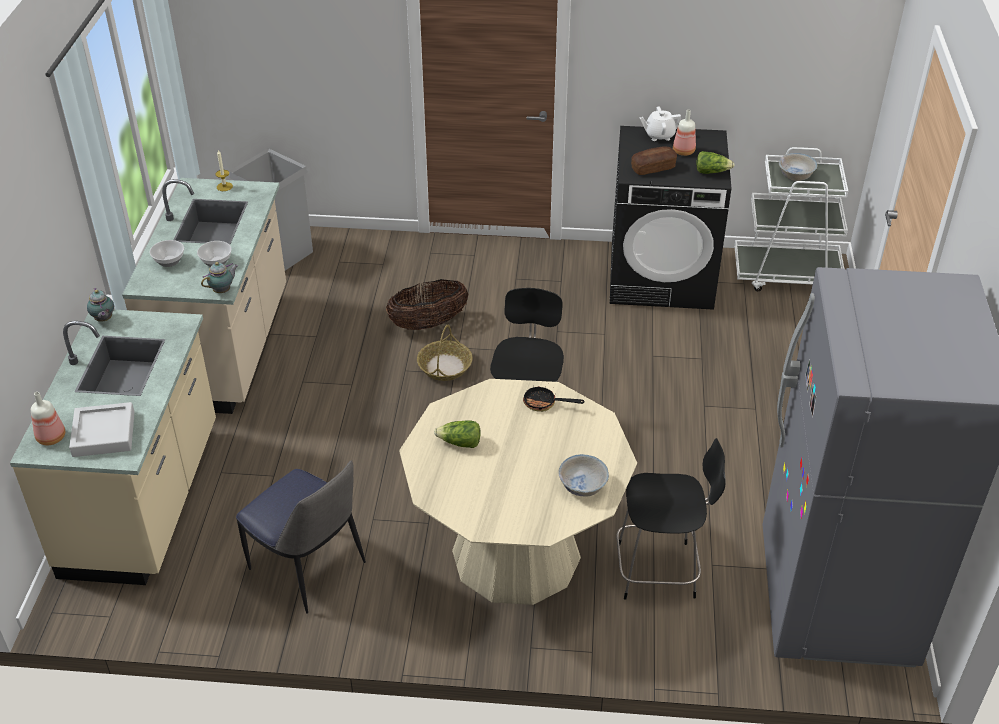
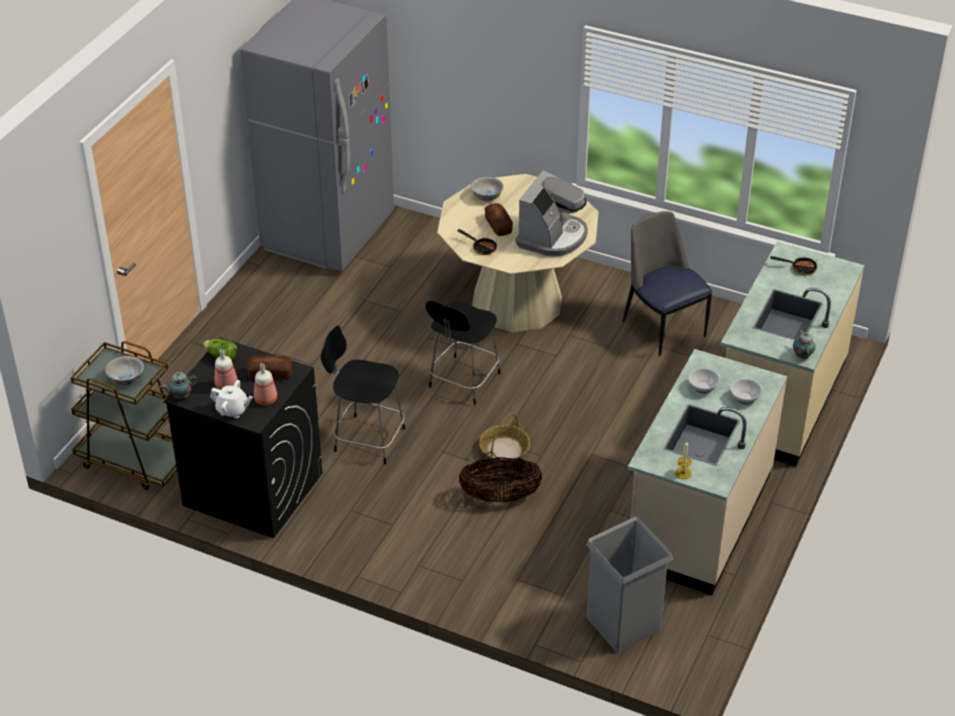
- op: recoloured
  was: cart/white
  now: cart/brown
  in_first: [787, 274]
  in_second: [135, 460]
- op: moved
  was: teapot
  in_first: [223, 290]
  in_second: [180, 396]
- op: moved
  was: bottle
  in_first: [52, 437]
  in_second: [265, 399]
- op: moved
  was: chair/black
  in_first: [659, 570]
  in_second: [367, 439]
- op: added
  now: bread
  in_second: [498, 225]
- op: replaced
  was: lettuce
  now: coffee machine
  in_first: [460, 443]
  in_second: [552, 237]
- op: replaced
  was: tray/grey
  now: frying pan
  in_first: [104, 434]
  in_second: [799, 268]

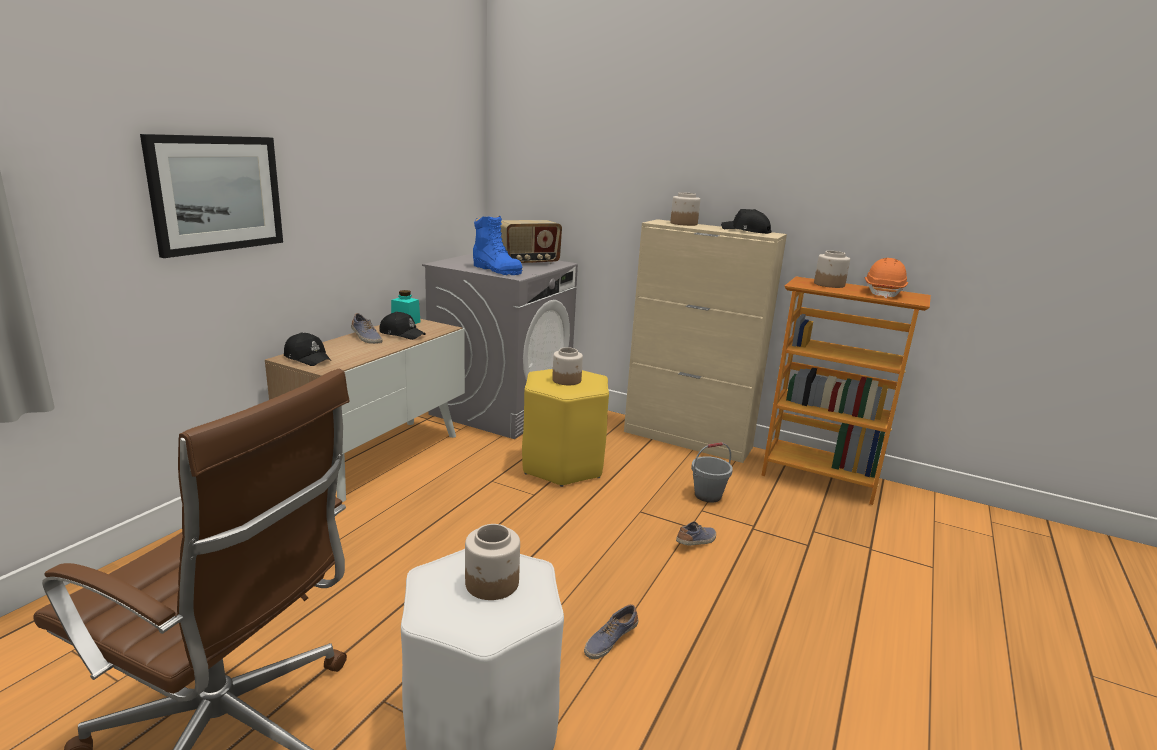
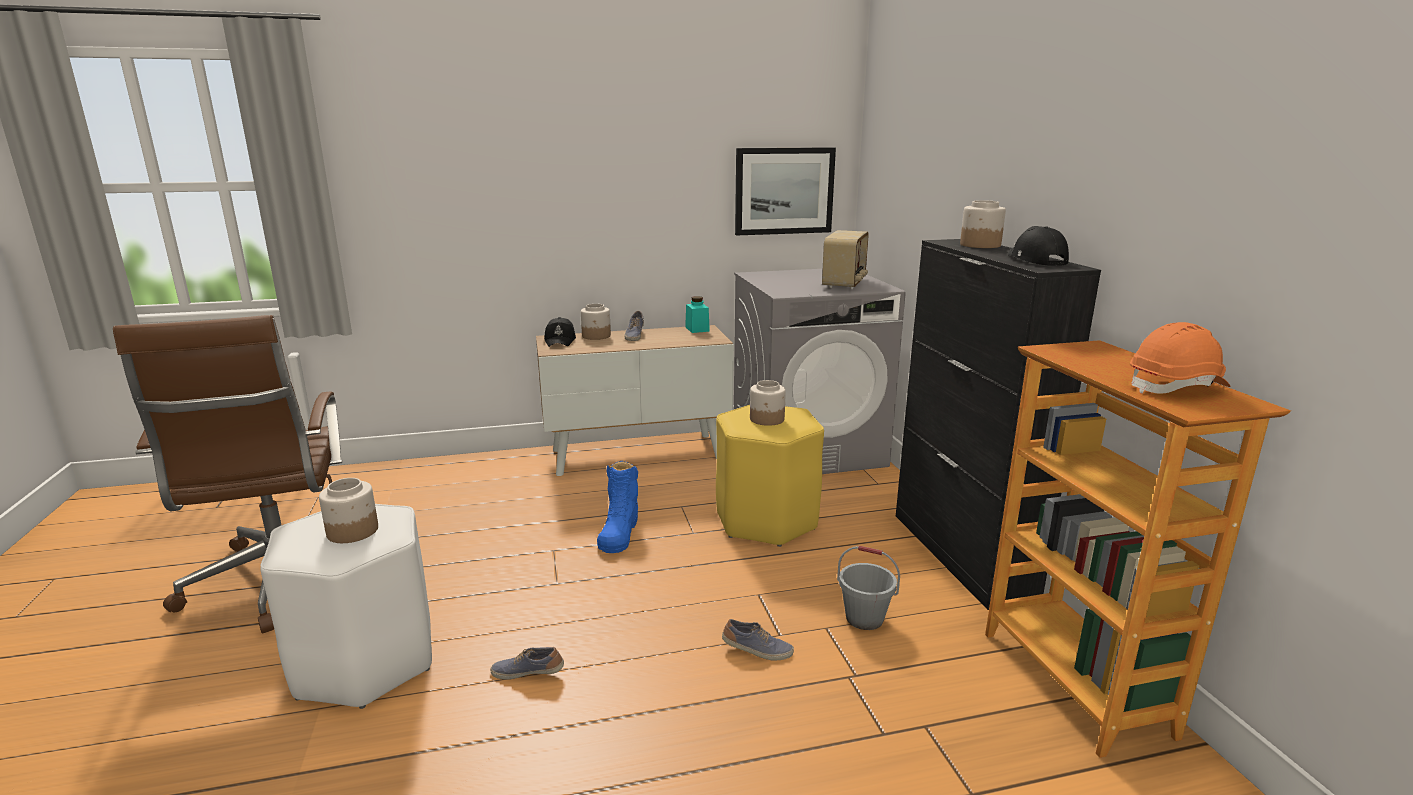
- op: moved
  was: jar
  in_first: [829, 284]
  in_second: [596, 336]
- op: moved
  was: boot/blue
  in_first: [496, 270]
  in_second: [619, 532]
- op: moved
  was: picture
  in_first: [217, 193]
  in_second: [784, 191]
- op: turned
  was: radio
  in_first: [528, 263]
  in_second: [845, 283]
  clockwise: -90
- op: recoloured
  was: cabinet/beige
  now: cabinet/black
  in_first: [688, 440]
  in_second: [961, 555]
- op: removed
  was: cap/black
  in_first: [402, 334]

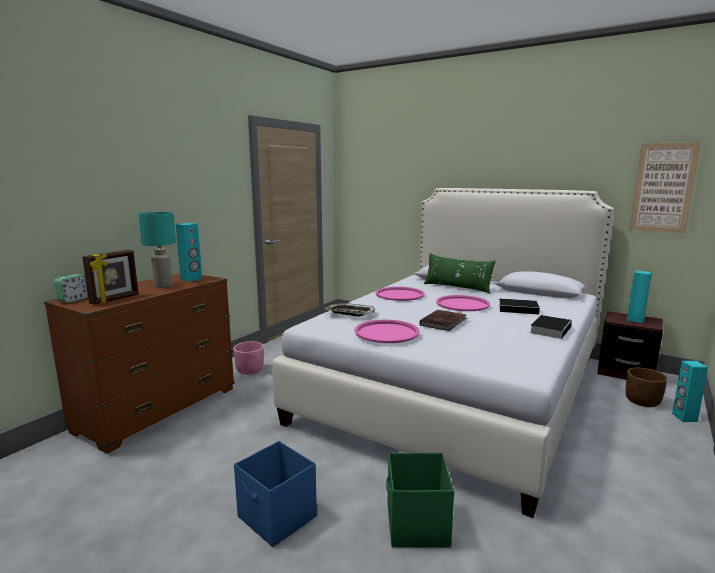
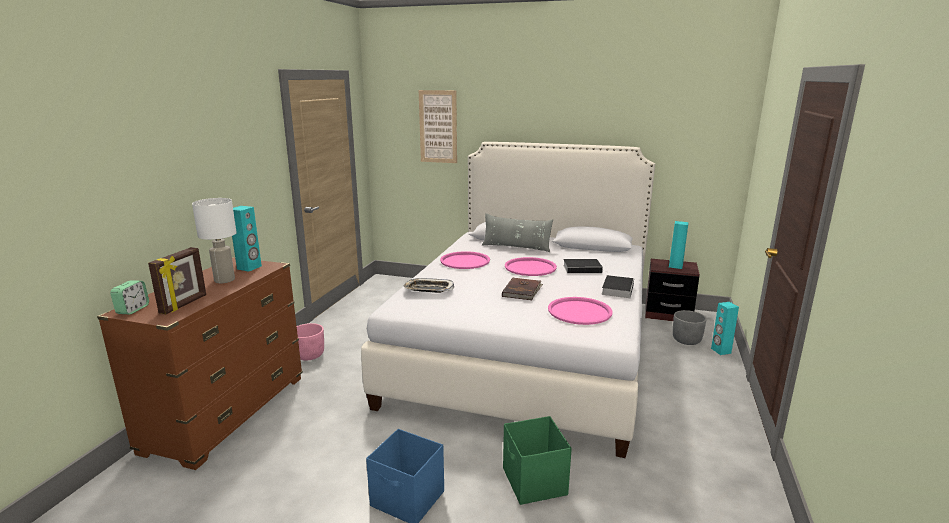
- op: recoloured
  was: table lamp/turquoise
  now: table lamp/white
  in_first: [163, 286]
  in_second: [224, 280]
- op: moved
  was: picture
  in_first: [663, 188]
  in_second: [438, 127]
- op: recoloured
  was: pillow/green
  now: pillow/grey
  in_first: [457, 287]
  in_second: [516, 247]
- op: moved
  was: tray/pink
  in_first: [387, 332]
  in_second: [579, 311]
- op: recoloured
  was: planter/brown
  now: planter/grey
  in_first: [642, 401]
  in_second: [686, 340]

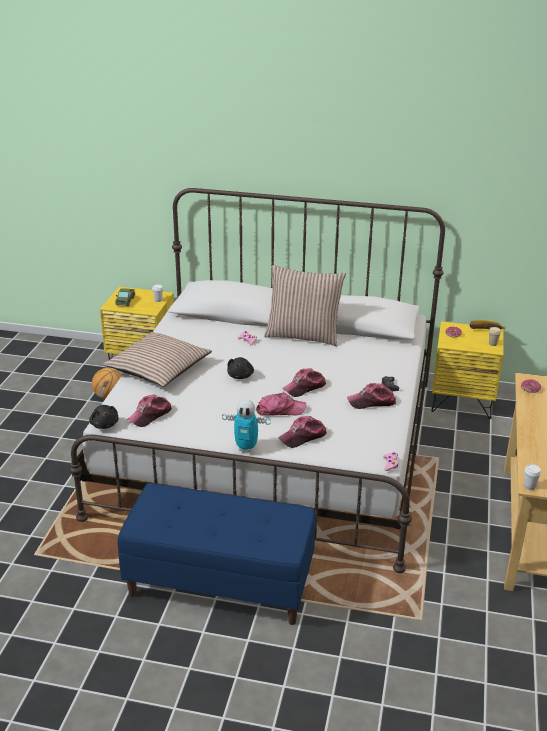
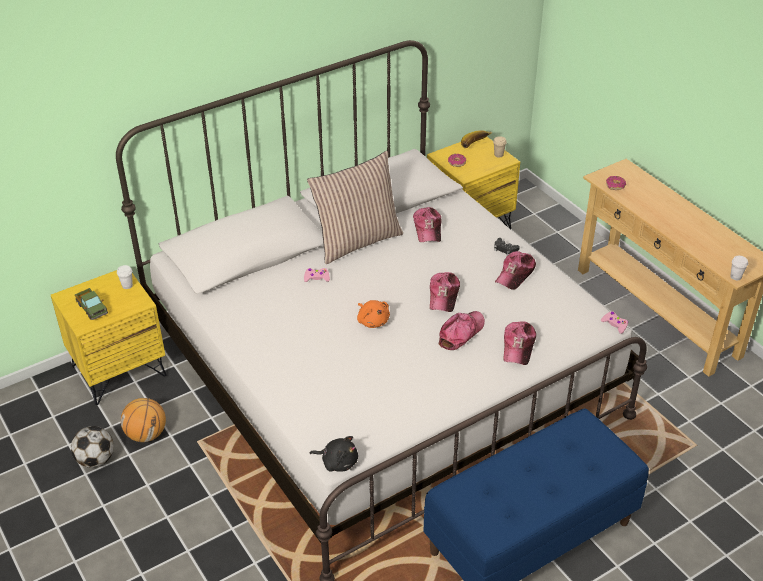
- op: added
  now: football
  in_second: [96, 460]
- op: recoloured
  was: plush toy/black
  now: plush toy/orange
  in_first: [241, 376]
  in_second: [372, 321]
- op: moved
  was: cap
  in_first: [150, 415]
  in_second: [428, 229]
- op: removed
  was: pillow
  in_first: [158, 368]
- op: removed
  was: toy robot
  in_first: [246, 447]

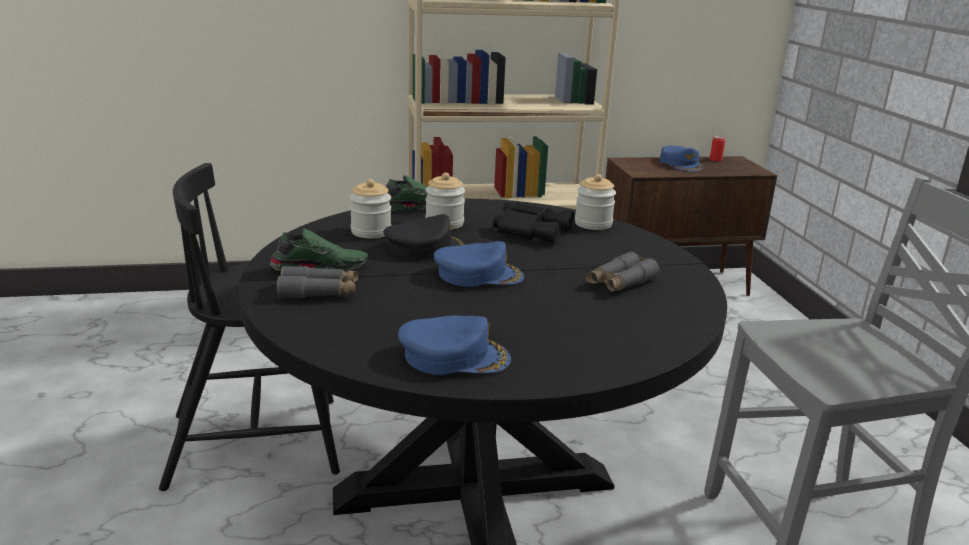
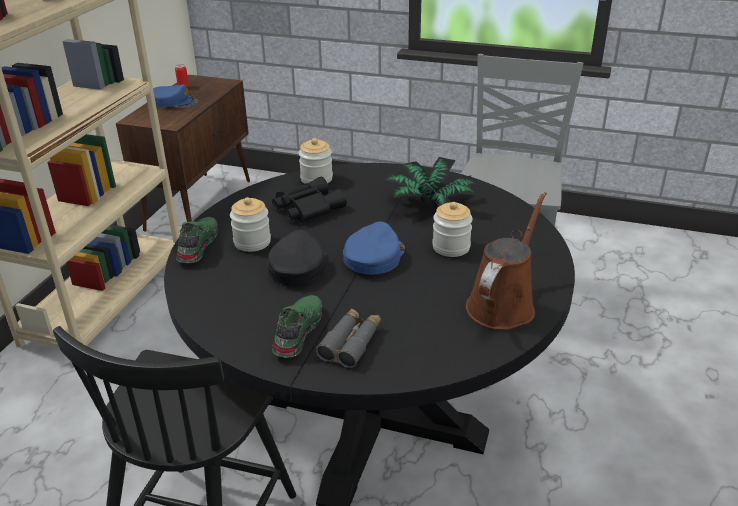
- op: replaced
  was: binoculars/grey
  now: potted plant
  in_first: [620, 282]
  in_second: [429, 205]
- op: moved
  was: jar
  in_first: [371, 232]
  in_second: [451, 247]
- op: replaced
  was: cap/blue
  now: watering can/brown
  in_first: [454, 356]
  in_second: [503, 304]

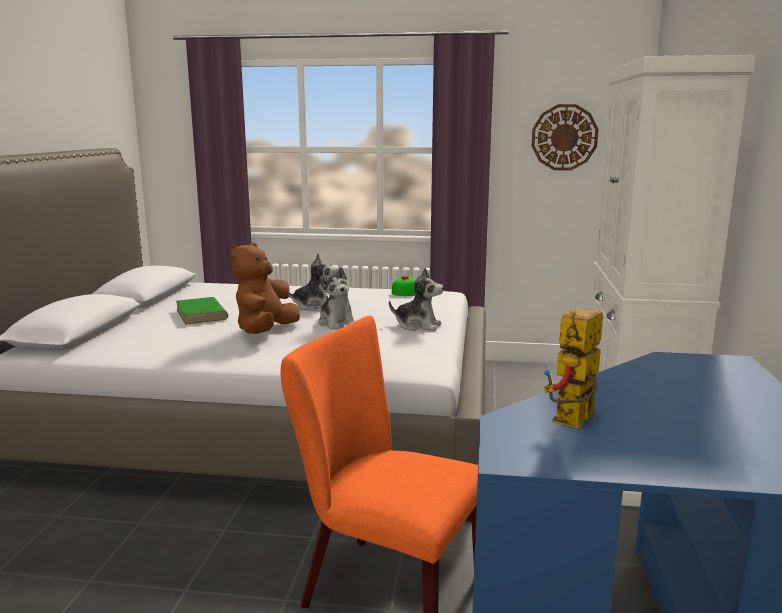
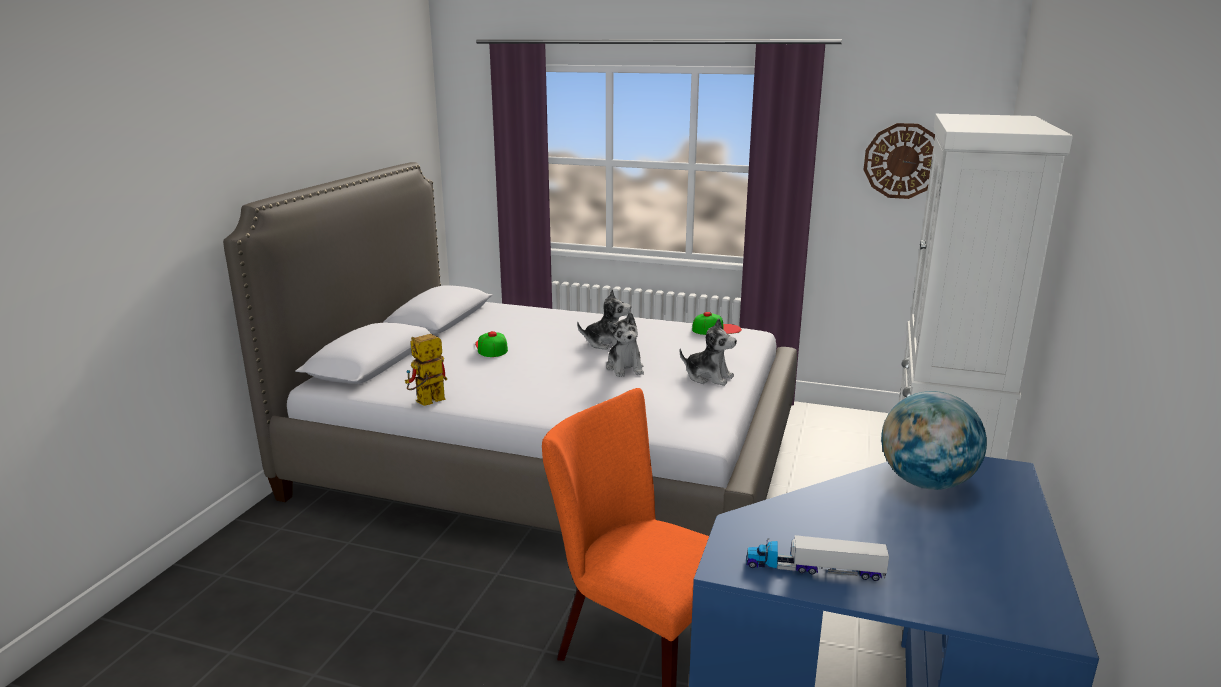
- op: moved
  was: toy robot
  in_first: [573, 423]
  in_second: [426, 403]
- op: replaced
  was: book/green
  now: cap
  in_first: [201, 314]
  in_second: [491, 347]
- op: added
  now: toy truck
  in_second: [814, 569]
- op: added
  now: globe
  in_second: [925, 483]
- op: removed
  was: plush toy/brown
  in_first: [265, 331]

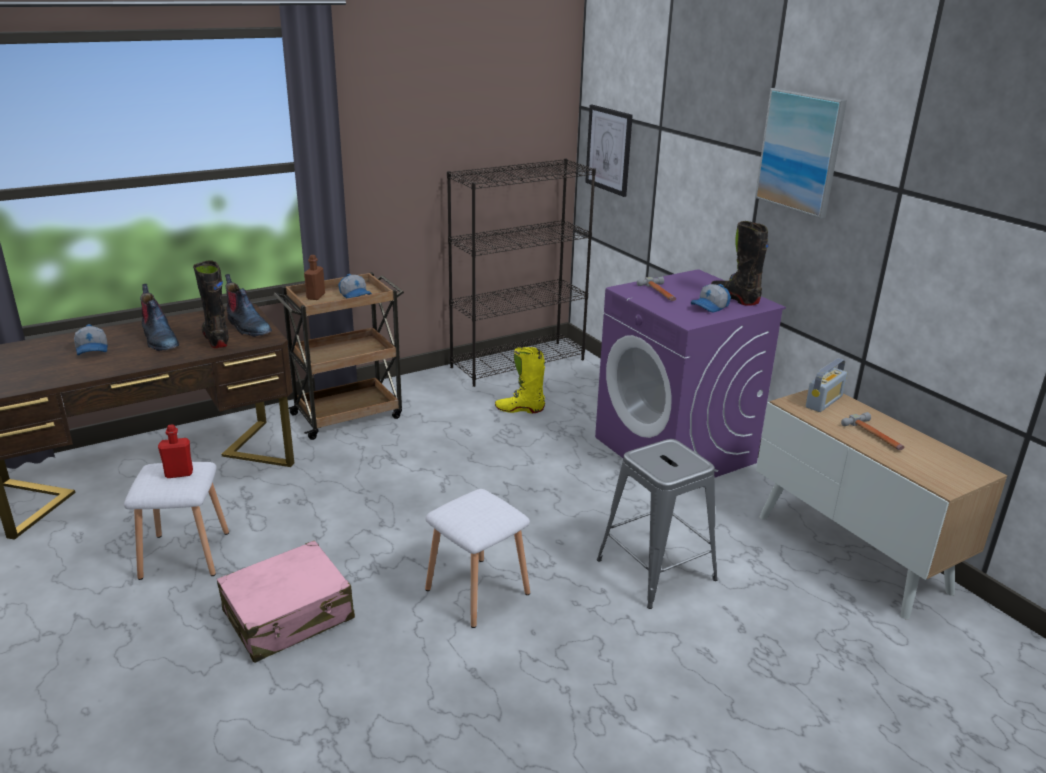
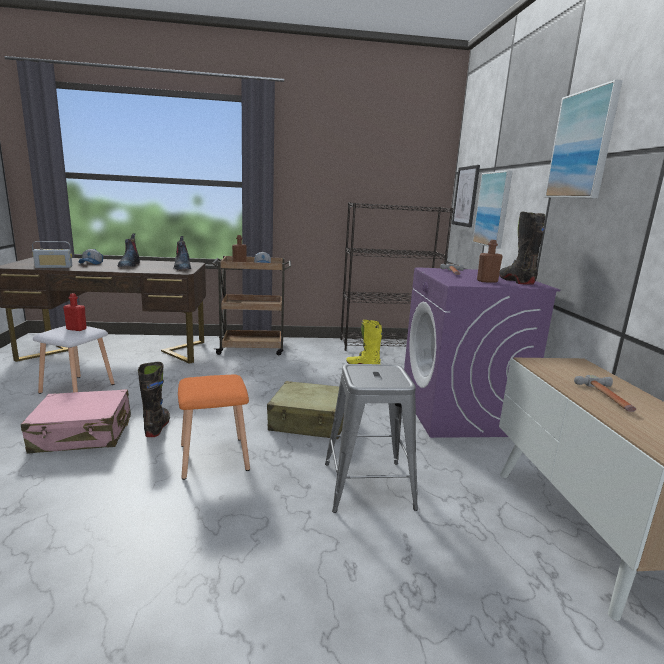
- op: moved
  was: radio
  in_first: [824, 401]
  in_second: [54, 267]
- op: moved
  was: boot/black
  in_first: [216, 339]
  in_second: [157, 427]
- op: recoloured
  was: stool/white
  now: stool/orange
  in_first: [476, 591]
  in_second: [213, 456]
- op: added
  now: suitcase/beige
  in_second: [310, 422]
- op: added
  now: picture
  in_second: [493, 209]
- op: replaced
  was: cap
  now: bottle/brown
  in_first: [710, 307]
  in_second: [487, 281]

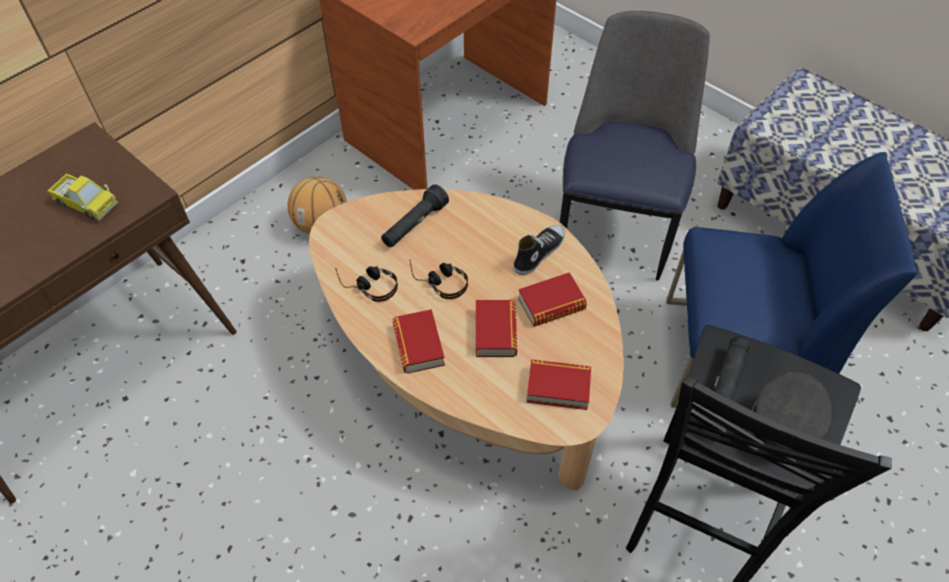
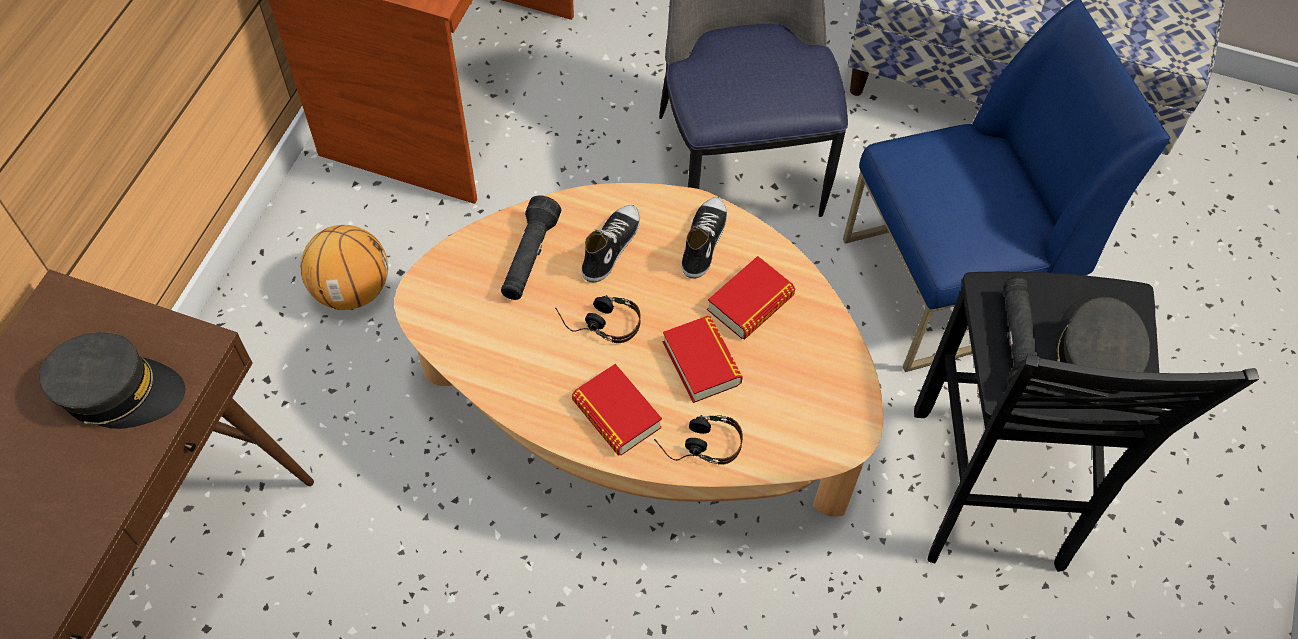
- op: replaced
  was: toy truck
  now: cap/grey
  in_first: [87, 204]
  in_second: [118, 391]
- op: added
  now: shoe
  in_second: [610, 247]
- op: moved
  was: headphones
  in_first: [368, 285]
  in_second: [698, 444]
- op: removed
  was: book
  in_first: [558, 387]

